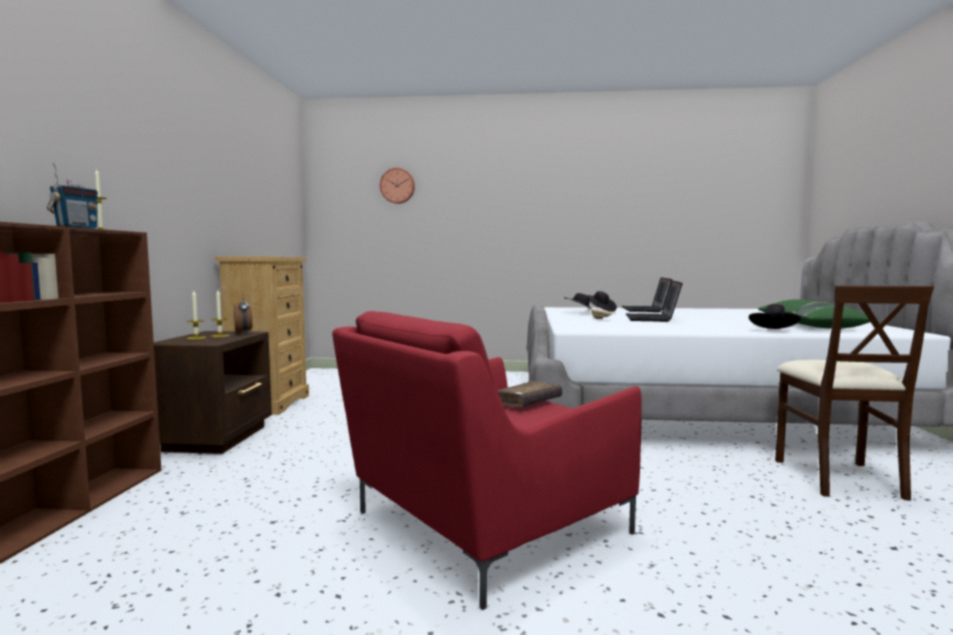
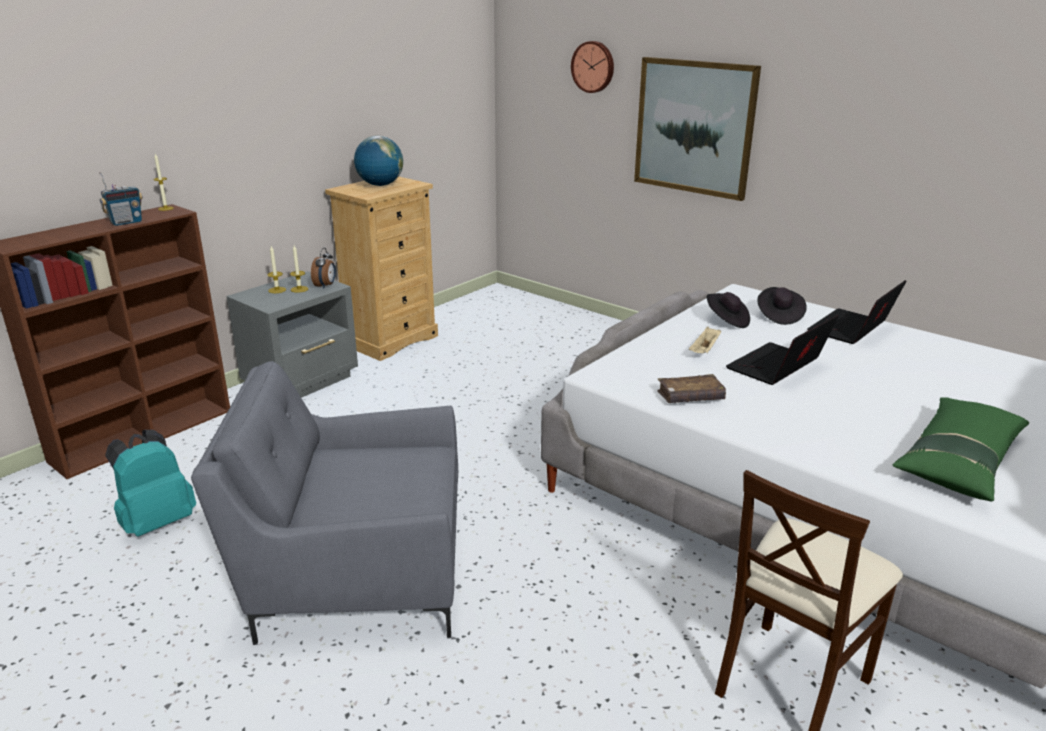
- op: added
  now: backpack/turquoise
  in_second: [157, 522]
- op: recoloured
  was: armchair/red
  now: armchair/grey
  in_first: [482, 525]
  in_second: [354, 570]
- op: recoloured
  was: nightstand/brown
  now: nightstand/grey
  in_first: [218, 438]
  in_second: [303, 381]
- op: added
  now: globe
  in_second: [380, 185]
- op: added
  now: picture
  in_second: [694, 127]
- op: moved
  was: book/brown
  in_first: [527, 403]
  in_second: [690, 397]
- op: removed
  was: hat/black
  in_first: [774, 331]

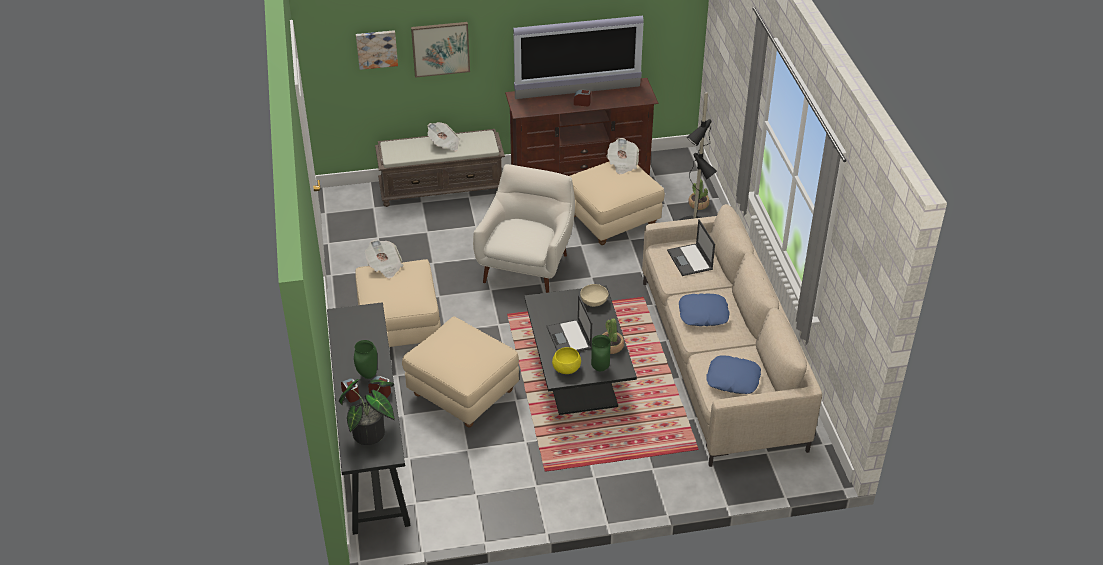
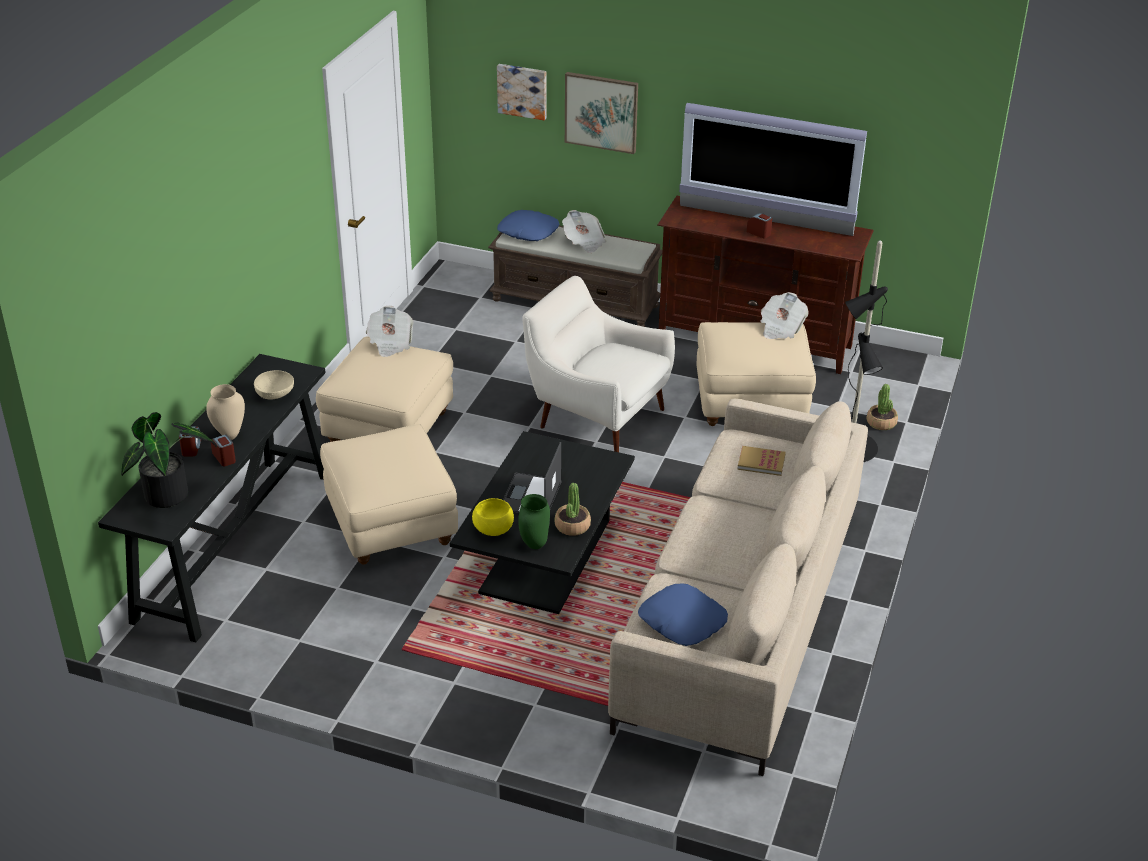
- op: recoloured
  was: vase/green
  now: vase/beige
  in_first: [368, 375]
  in_second: [230, 436]
- op: moved
  was: bowl/beige
  in_first: [594, 301]
  in_second: [275, 395]
- op: moved
  was: pillow/blue
  in_first: [703, 314]
  in_second: [528, 232]
- op: turned
  was: armchair/white
  in_first: [526, 266]
  in_second: [596, 416]
  clockwise: -105
- op: replaced
  was: laptop
  now: book
  in_first: [690, 260]
  in_second: [761, 462]

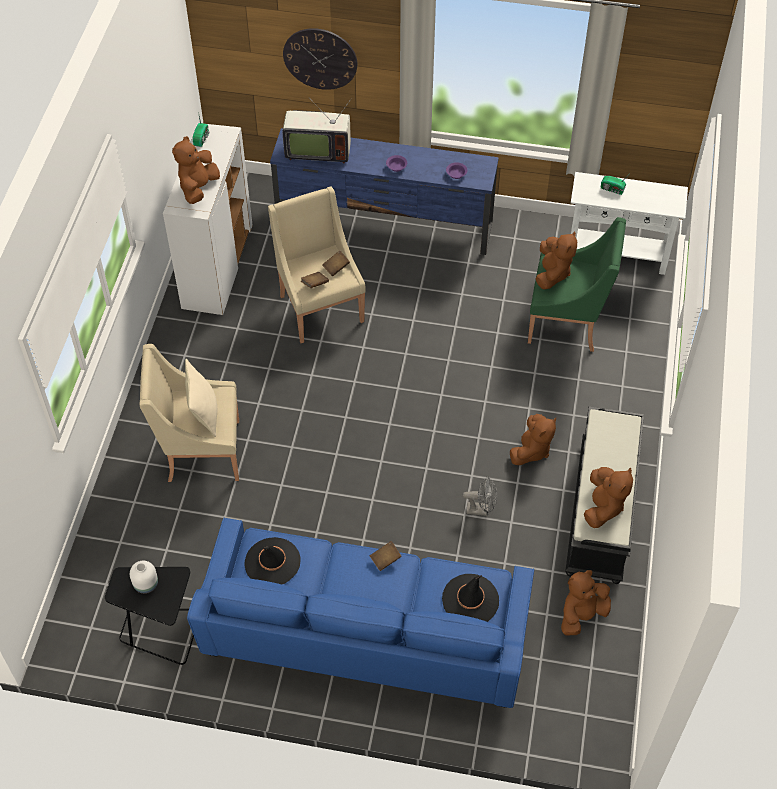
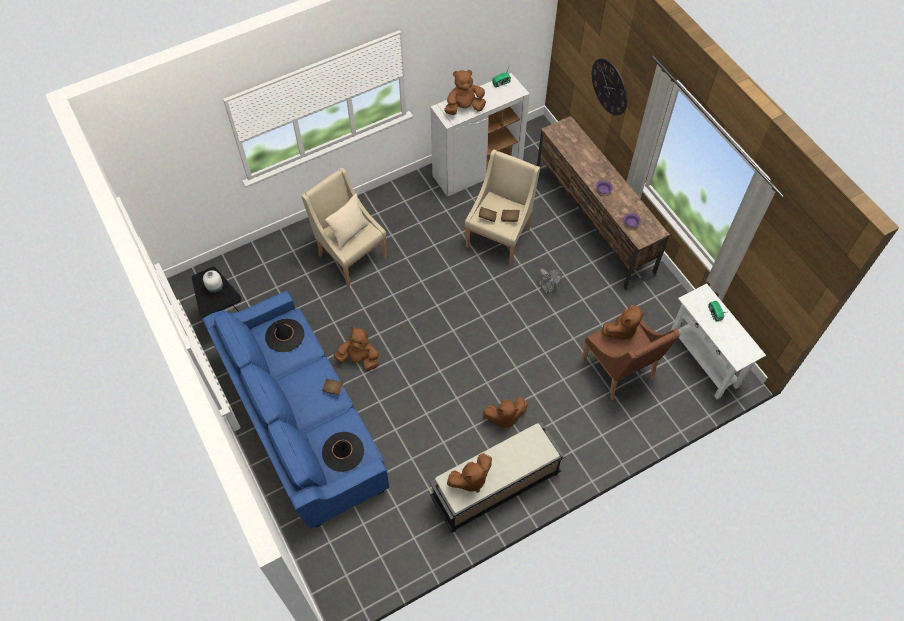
- op: moved
  was: plush toy/brown
  in_first: [582, 614]
  in_second: [359, 359]
- op: recoloured
  was: tv stand/blue
  now: tv stand/brown
  in_first: [385, 224]
  in_second: [593, 223]
- op: moved
  was: fan/grey
  in_first: [481, 509]
  in_second: [547, 288]
- op: recoloured
  was: armchair/green
  now: armchair/brown
  in_first: [568, 322]
  in_second: [620, 370]
- op: removed
  was: television
  in_first: [317, 150]

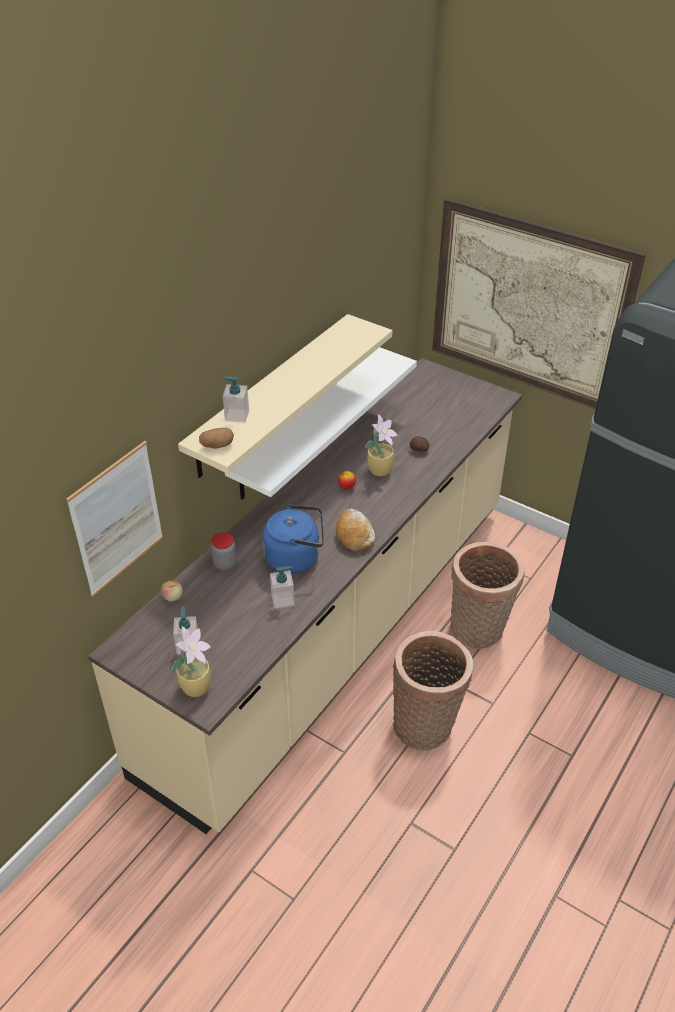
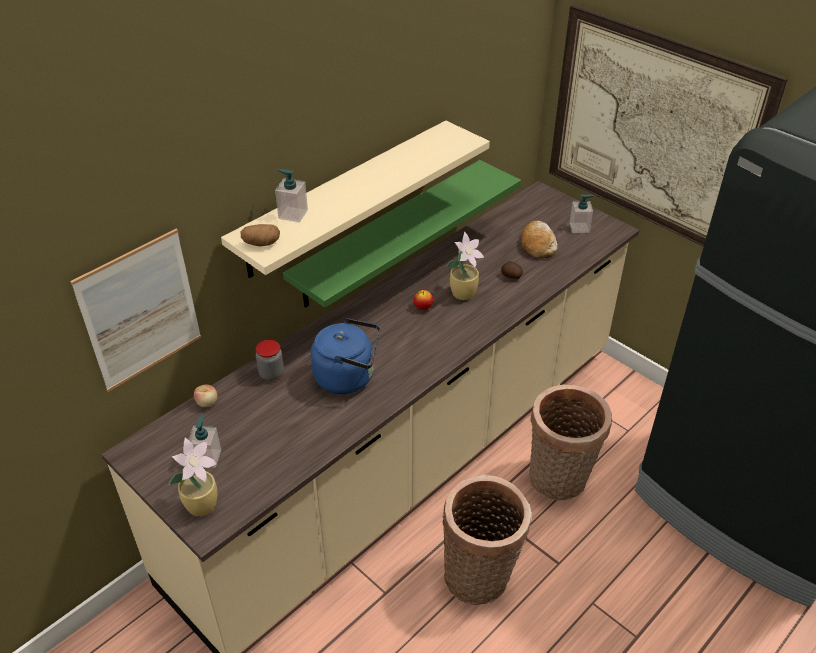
- op: recoloured
  was: shelf/white
  now: shelf/green
  in_first: [306, 422]
  in_second: [389, 233]
- op: moved
  was: bread
  in_first: [354, 535]
  in_second: [538, 245]
- op: moved
  was: soap dispenser
  in_first: [283, 599]
  in_second: [579, 227]

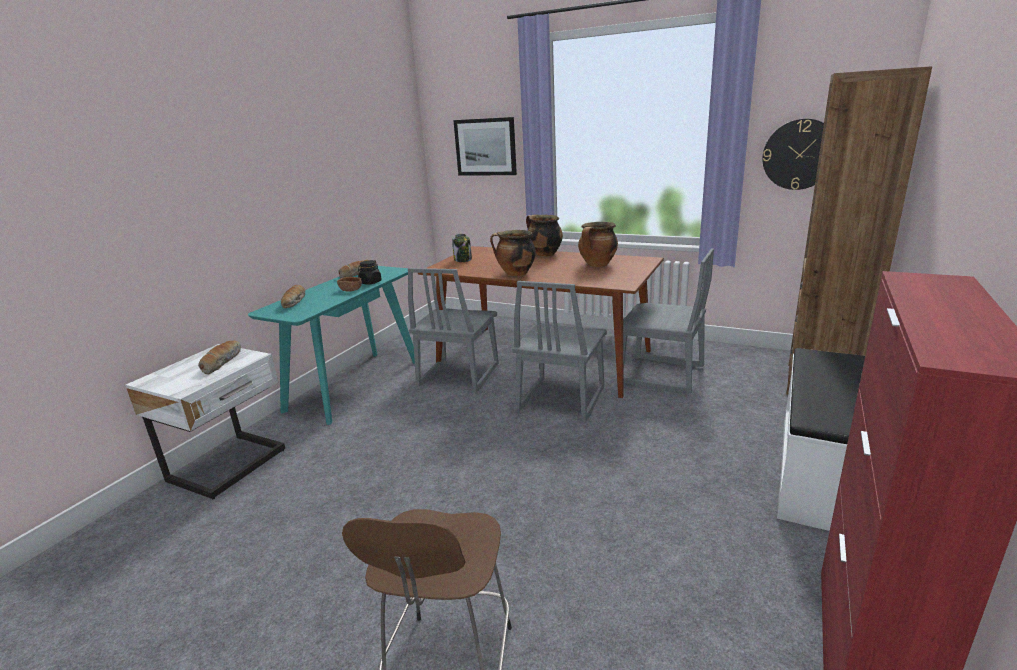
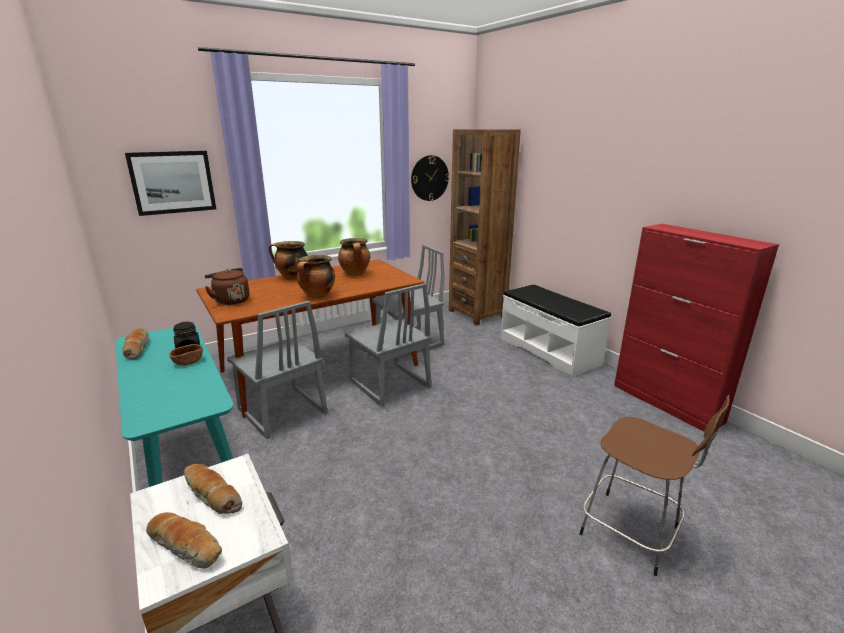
- op: moved
  was: bread
  in_first: [294, 302]
  in_second: [187, 546]
- op: replaced
  was: jar
  now: kettle/brown
  in_first: [463, 260]
  in_second: [230, 300]

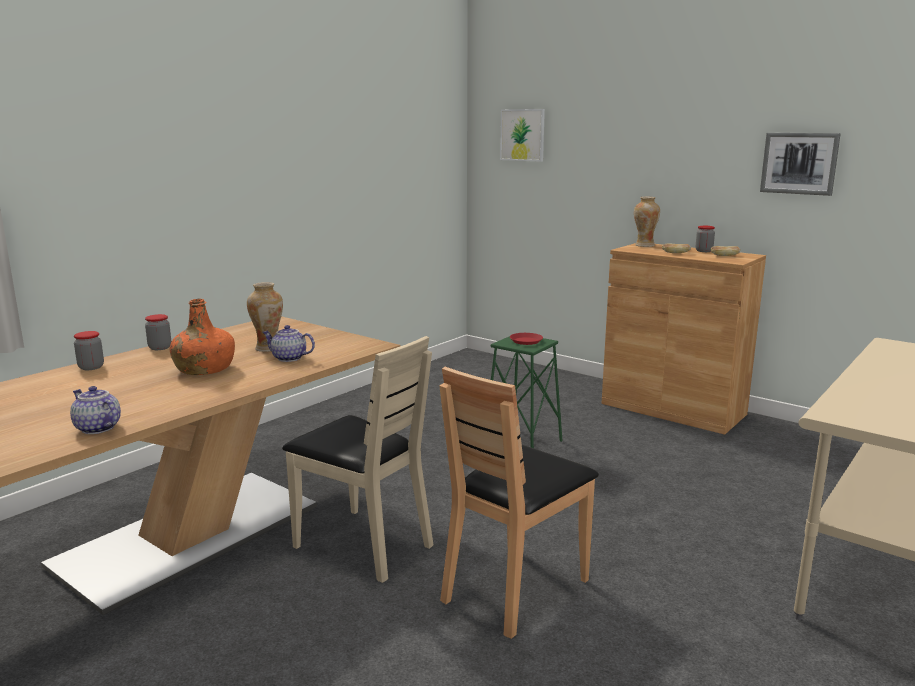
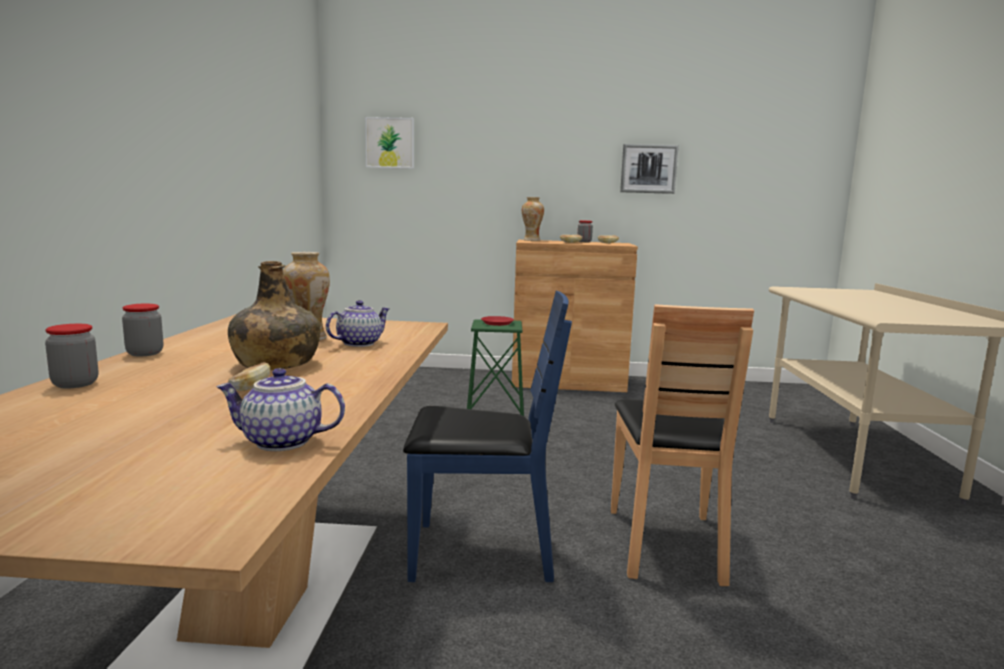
- op: recoloured
  was: bottle/orange
  now: bottle/green
  in_first: [204, 369]
  in_second: [275, 364]
- op: added
  now: bread
  in_second: [250, 388]
- op: turned
  was: teapot
  in_first: [288, 358]
  in_second: [359, 343]
  clockwise: 150
- op: recoloured
  was: chair/beige
  now: chair/blue
  in_first: [363, 544]
  in_second: [480, 553]

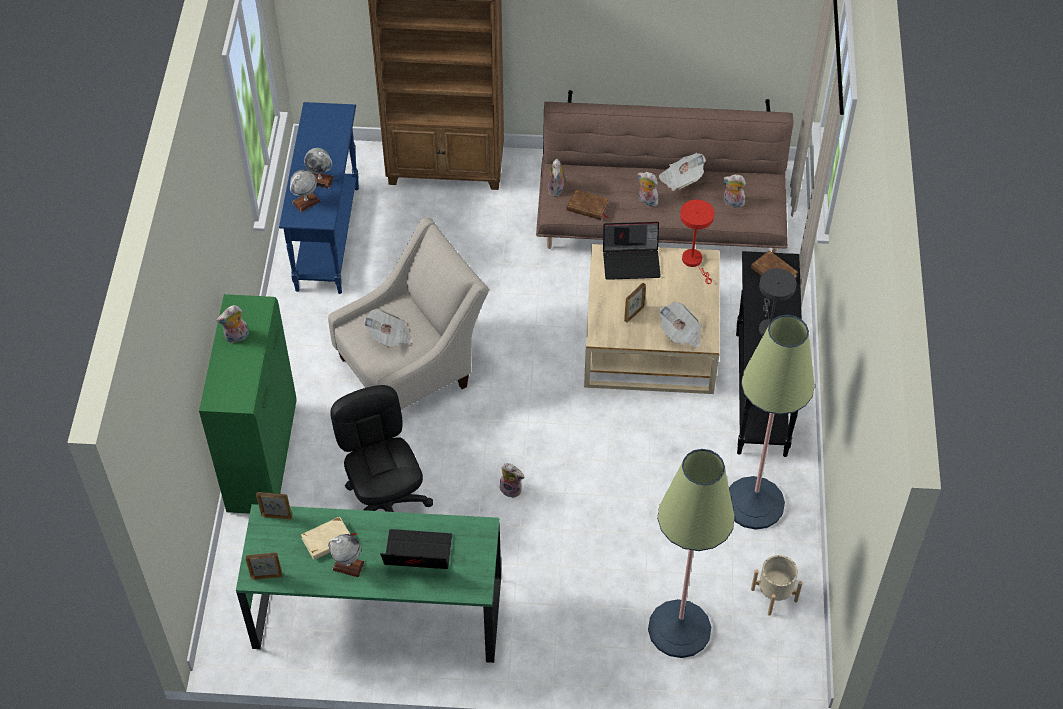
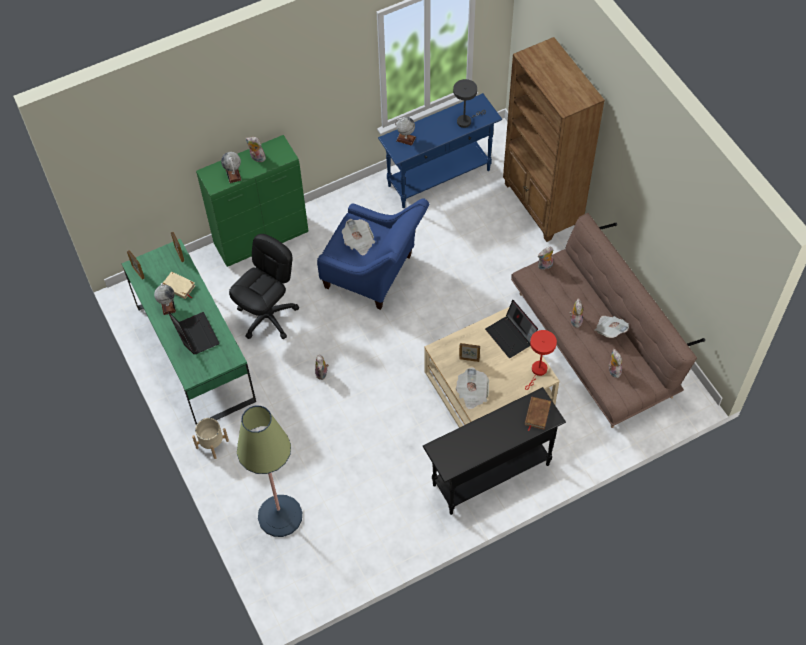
- op: moved
  was: planter/beige
  in_first: [774, 595]
  in_second: [212, 444]
- op: moved
  was: globe
  in_first: [320, 180]
  in_second: [233, 175]
- op: recoloured
  was: armchair/beige
  now: armchair/blue
  in_first: [412, 368]
  in_second: [374, 274]
- op: moved
  was: table lamp/grey
  in_first: [768, 326]
  in_second: [466, 120]
- op: removed
  was: book/brown
  in_first: [587, 207]
- op: removed
  was: floor lamp
  in_first: [754, 503]

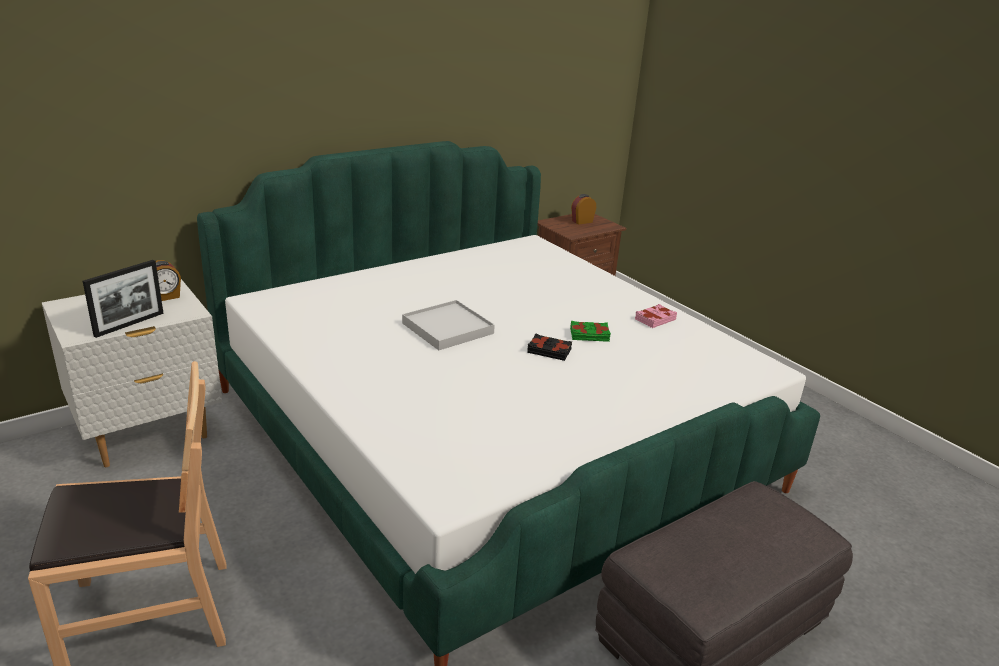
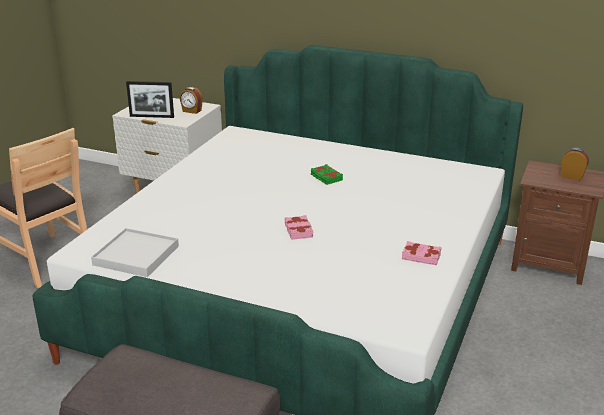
- op: moved
  was: tray/white
  in_first: [447, 328]
  in_second: [136, 255]
- op: recoloured
  was: book/black
  now: book/pink
  in_first: [549, 351]
  in_second: [299, 230]
- op: moved
  was: book/green
  in_first: [589, 335]
  in_second: [326, 177]

